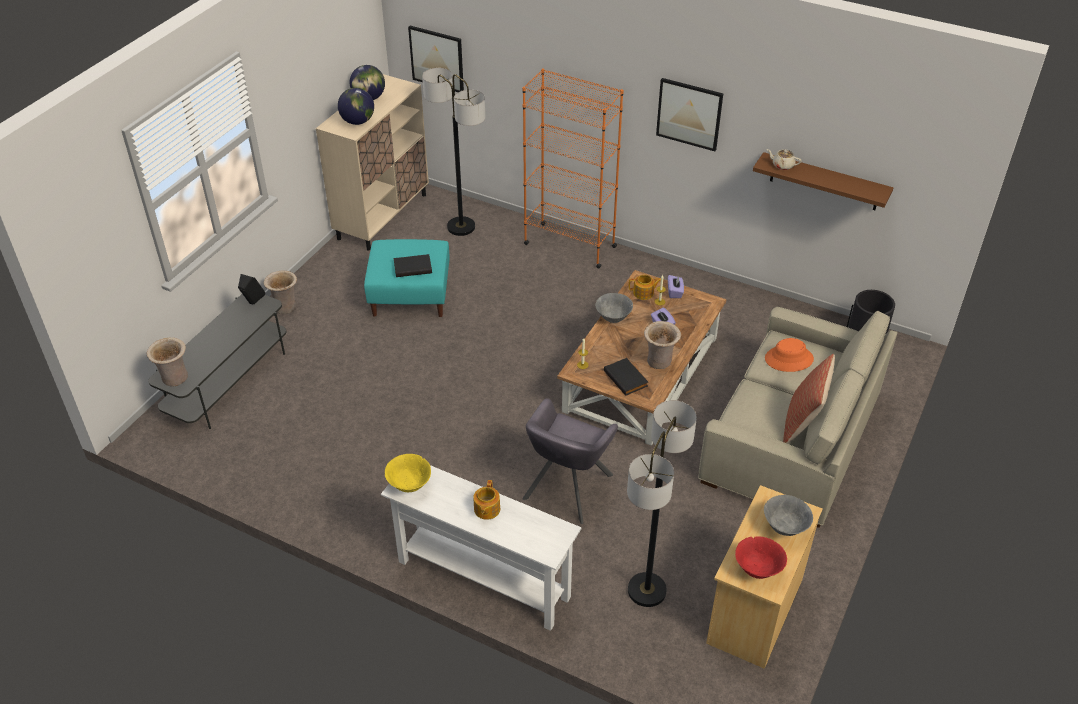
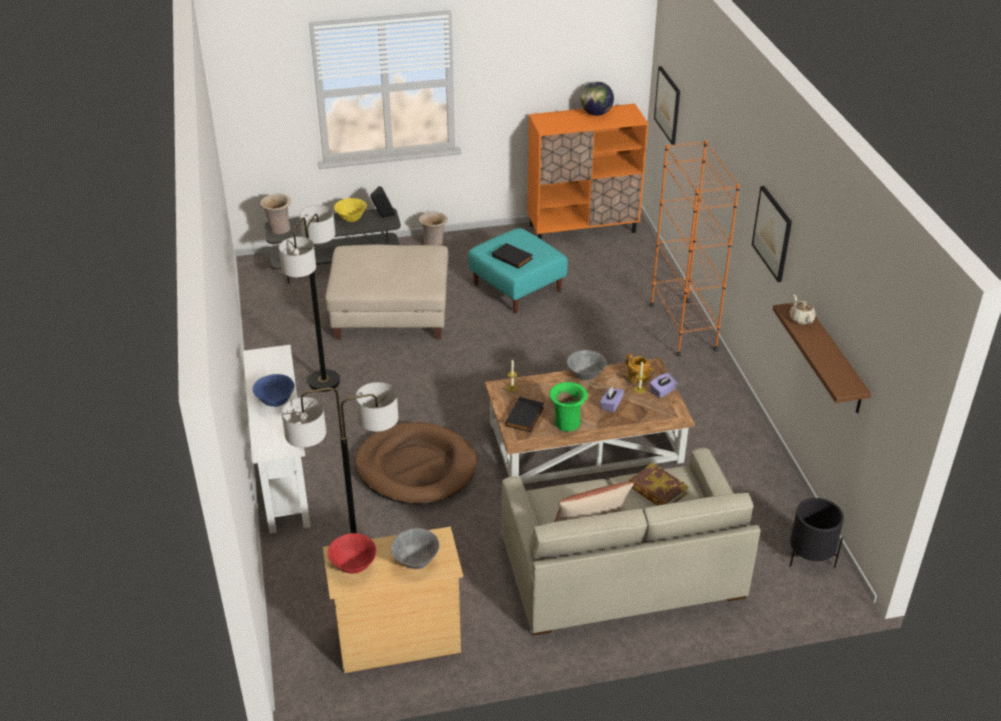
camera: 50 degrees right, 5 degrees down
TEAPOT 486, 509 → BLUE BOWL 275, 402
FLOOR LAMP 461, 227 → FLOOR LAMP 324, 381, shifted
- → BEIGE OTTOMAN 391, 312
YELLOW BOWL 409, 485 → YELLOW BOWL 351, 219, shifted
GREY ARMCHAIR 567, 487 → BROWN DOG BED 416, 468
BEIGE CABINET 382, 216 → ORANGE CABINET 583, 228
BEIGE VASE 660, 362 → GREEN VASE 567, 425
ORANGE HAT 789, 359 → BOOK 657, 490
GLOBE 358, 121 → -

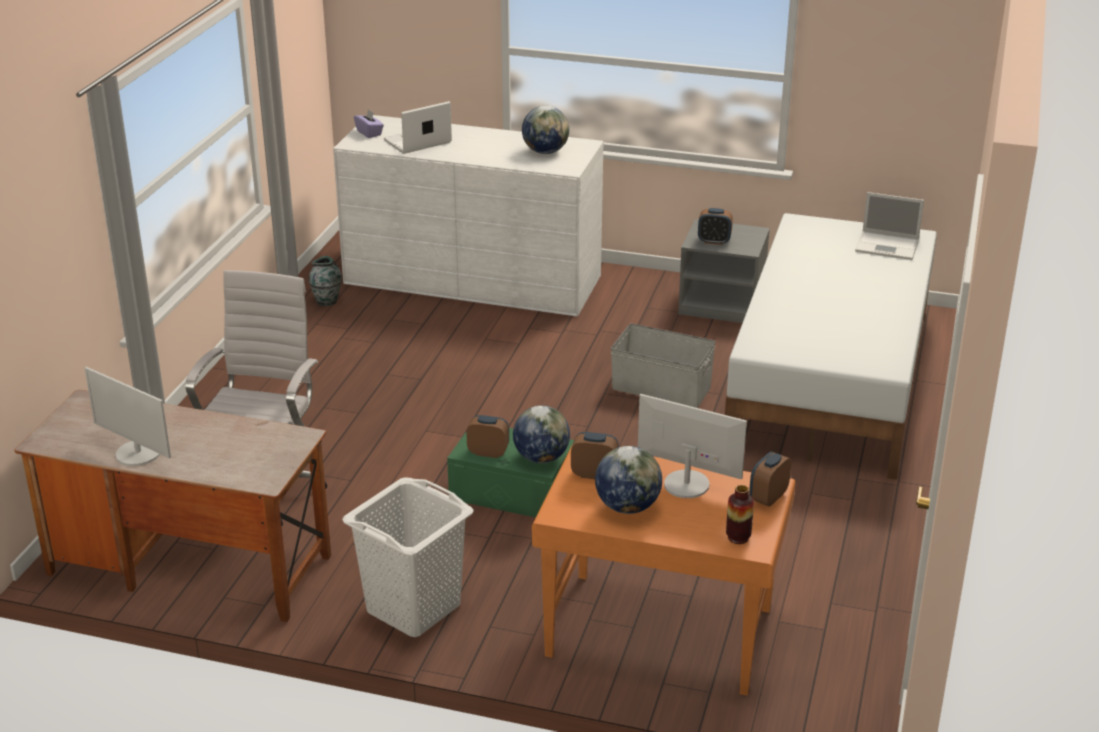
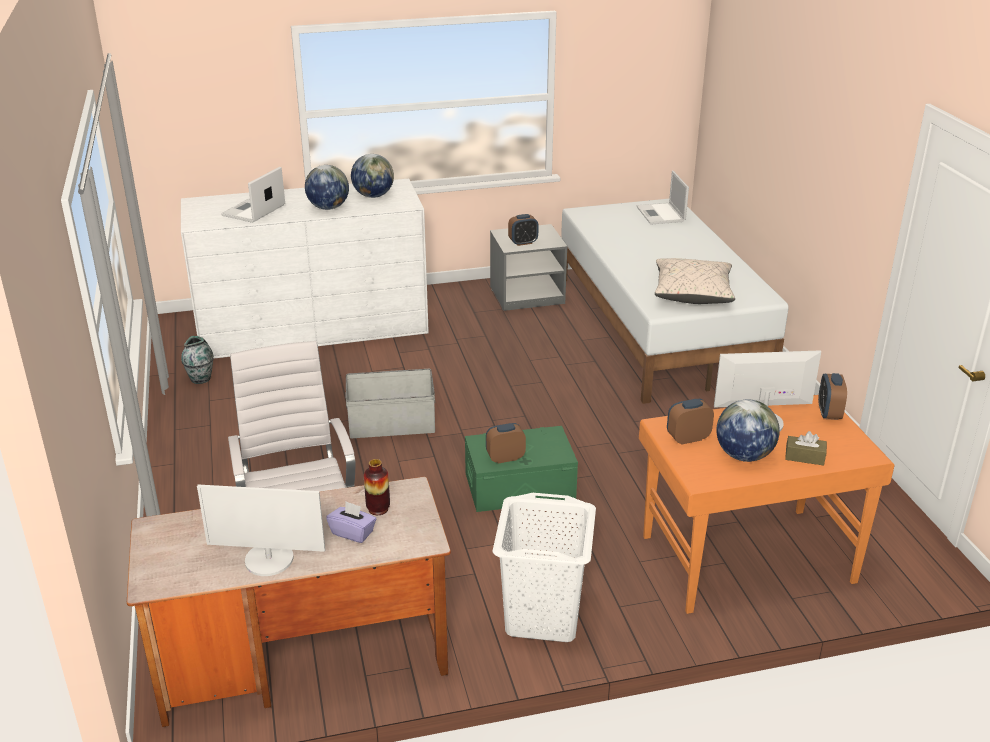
camera: 30 degrees left, 0 degrees up
GLOBE 541, 458 → GLOBE 328, 208, shifted
PURPLE TISSUE BOX 369, 133 → PURPLE TISSUE BOX 353, 533, shifted
GREY STORAGE BOX 661, 387 → GREY STORAGE BOX 391, 424, shifted
VASE 738, 537 → VASE 378, 509, shifted
LAPTOP 888, 246 → LAPTOP 661, 214, 90 degrees clockwise
- → BEIGE PILLOW 692, 293
- → BROWN TISSUE BOX 804, 457

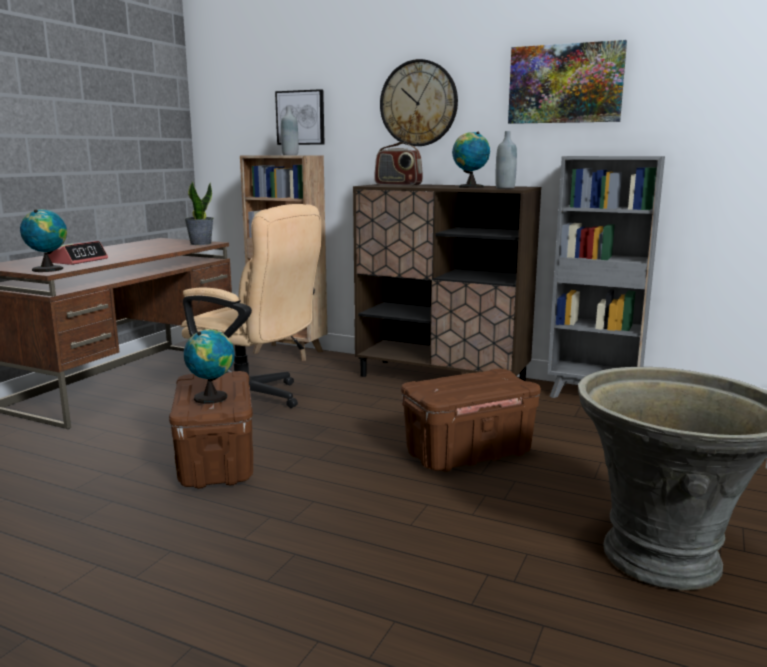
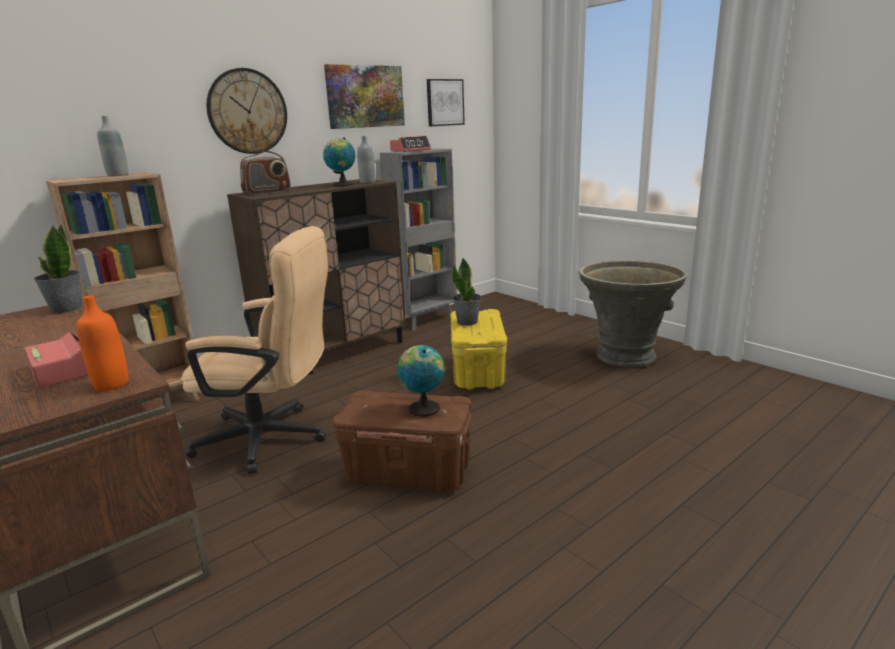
camera: 65 degrees left, 5 degrees up
GLOBE 48, 269 → ORANGE BOTTLE 111, 384
BEIGE OFFICE CHAIR 253, 399 → BEIGE OFFICE CHAIR 273, 439, 45 degrees clockwise
- → ALARM CLOCK 410, 150
PICTURE 301, 117 → PICTURE 444, 102, shifted
BROWN STORAGE BOX 467, 454 → YELLOW STORAGE BOX 478, 373
- → POTTED PLANT 467, 321

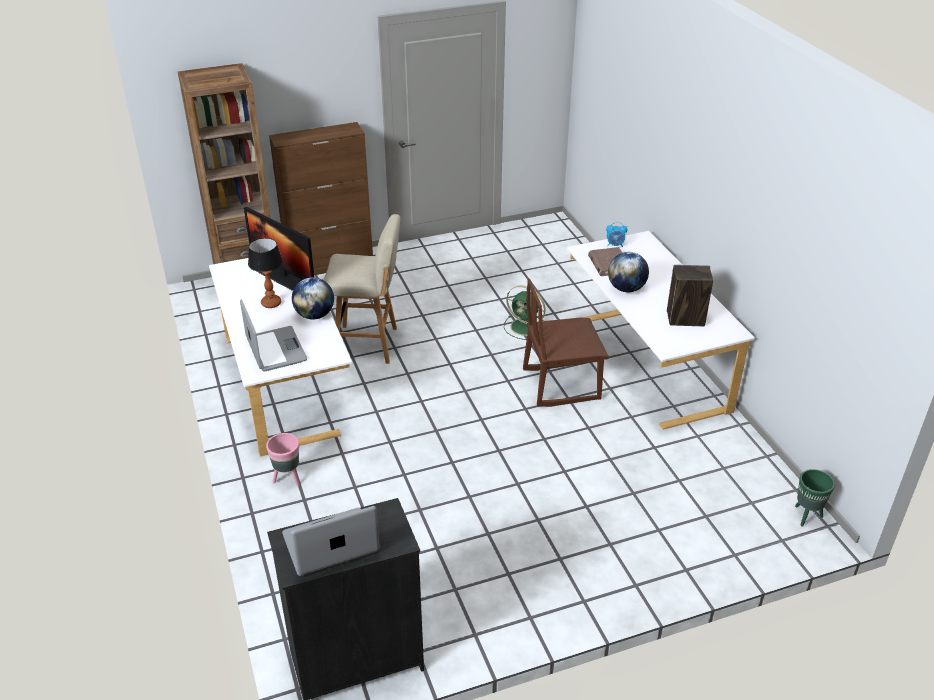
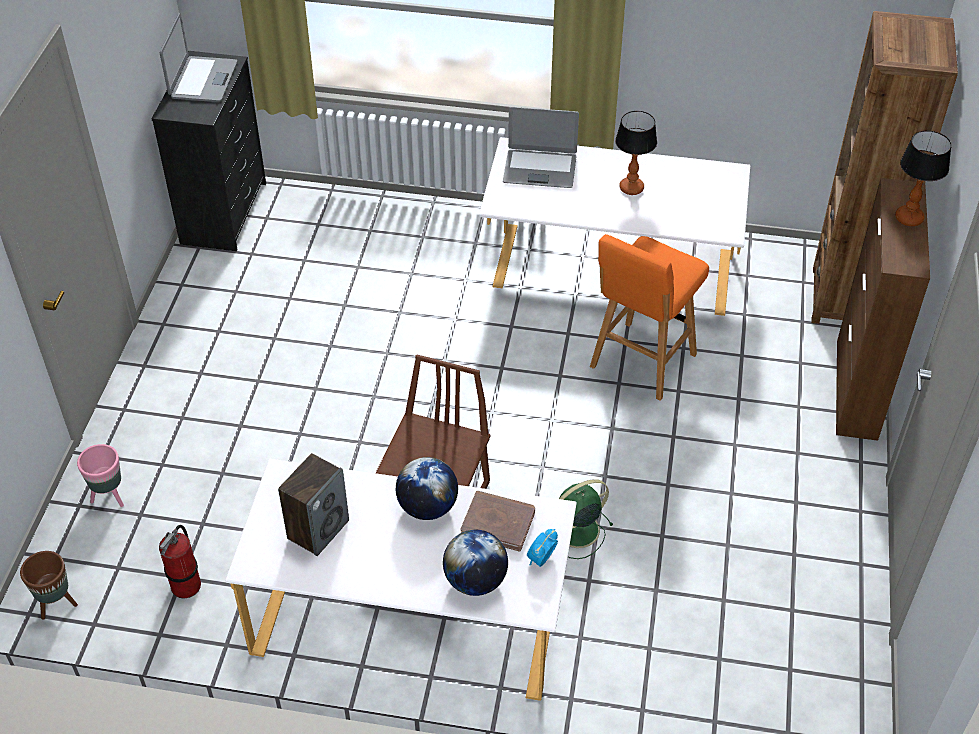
camera: 120 degrees right, 10 degrees up
GREEN PLANTER 806, 516 → BROWN PLANTER 56, 604
PINK PLANTER 287, 478 → PINK PLANTER 110, 497, shifted
- → FIRE EXTINGUISHER 186, 585
GLOBE 314, 315 → GLOBE 475, 581, shifted
BEIGE STOOL 368, 344 → ORANGE STOOL 641, 363
- → TABLE LAMP 909, 218
MONITOR 283, 276 → -

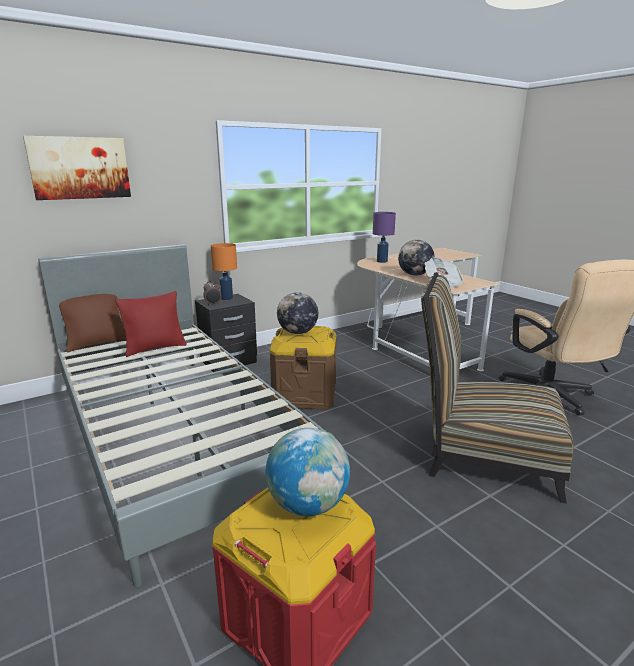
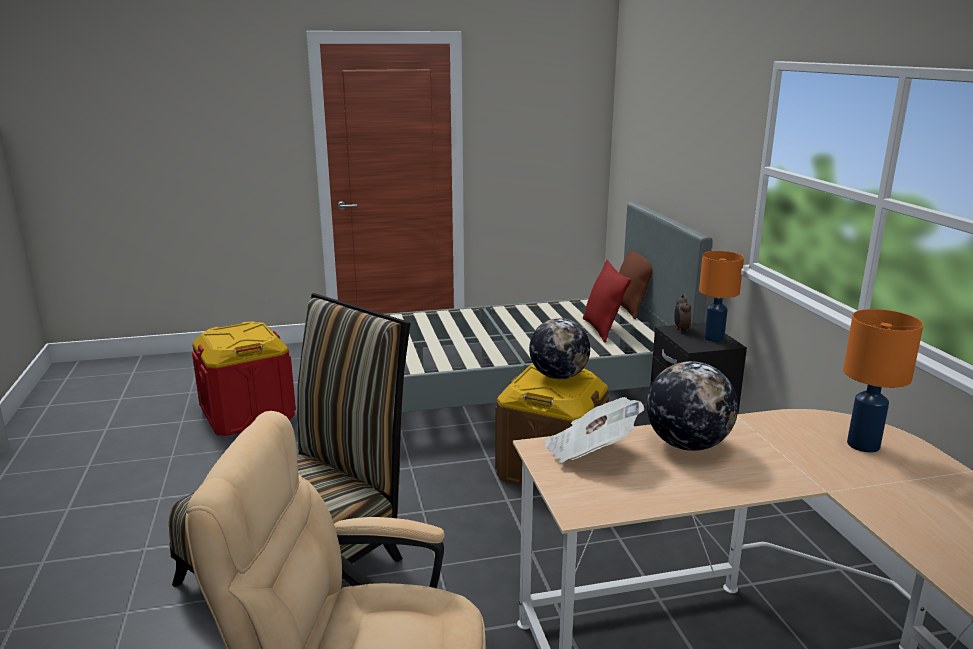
camera: 110 degrees right, 0 degrees up
PURPLE TABLE LAMP 382, 261 → ORANGE TABLE LAMP 862, 445
PICTURE 80, 168 → -
GLOBE 308, 505 → -

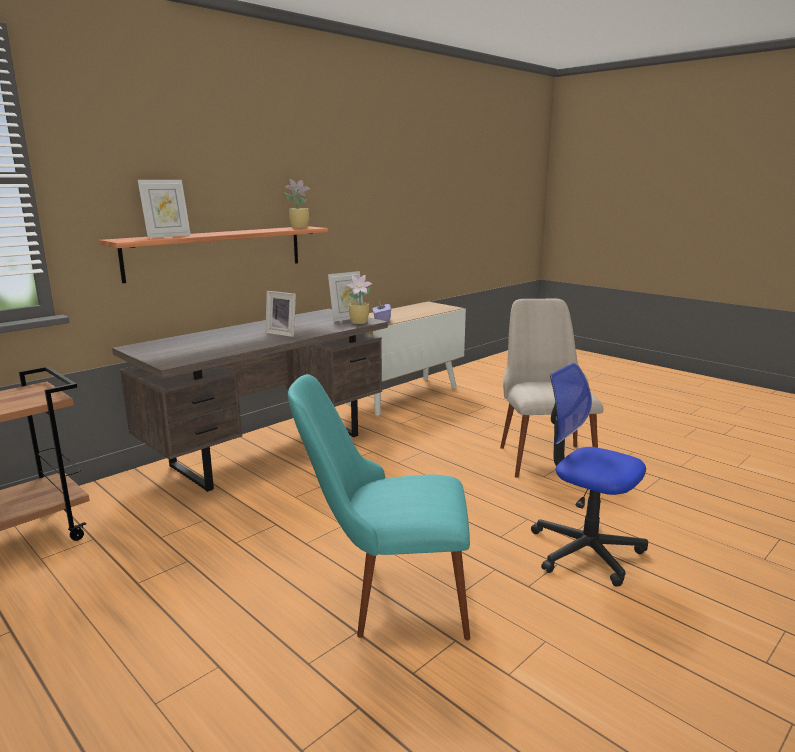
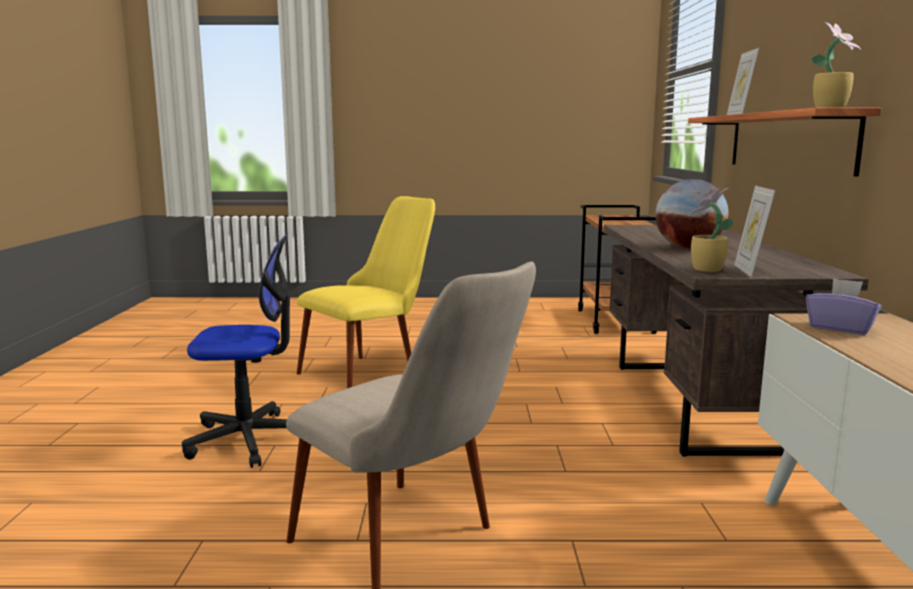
camera: 135 degrees right, 5 degrees down
TURQUOISE CHAIR 387, 596 → YELLOW CHAIR 372, 371
PICTURE FRAME 283, 333 → GLOBE 688, 248

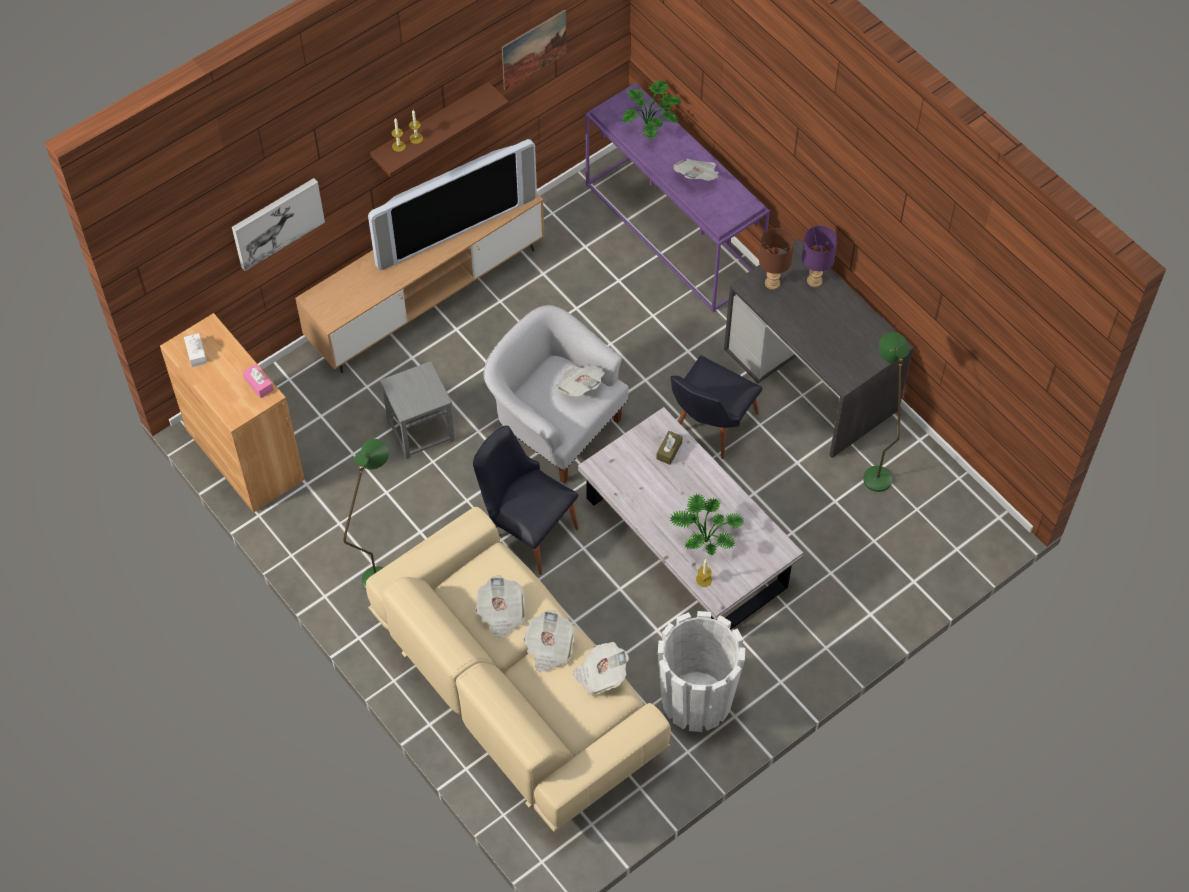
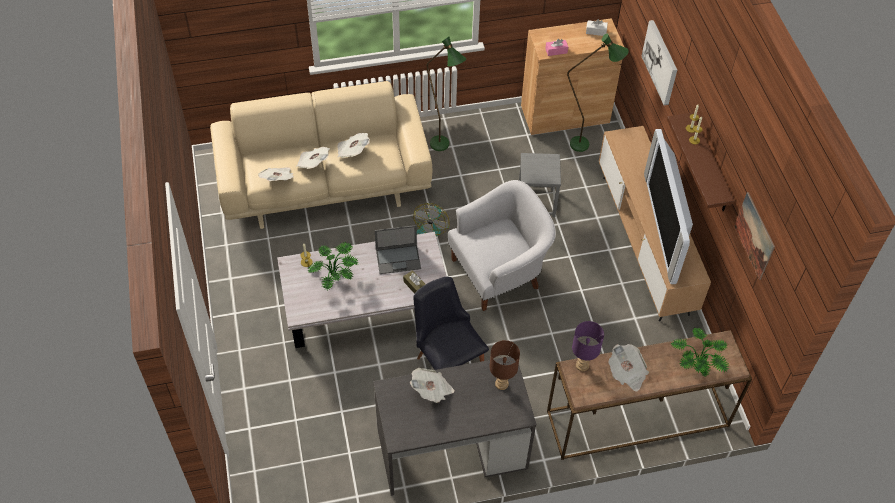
camera: 115 degrees right, 5 degrees down
- → LAPTOP 398, 258
NEWSPAPER 580, 386 → NEWSPAPER 432, 390, shifted
BLACK CHAIR 526, 528 → FAN 430, 227
PURPLE CONSOLE TABLE 674, 232 → BROWN CONSOLE TABLE 636, 420
GREEN FLOOR LAMP 874, 470 → GREEN FLOOR LAMP 586, 146, shifted
PURPLE TABLE LAMP 814, 280 → PURPLE TABLE LAMP 582, 365, shifted
WHITE PLANTER 696, 699 → -

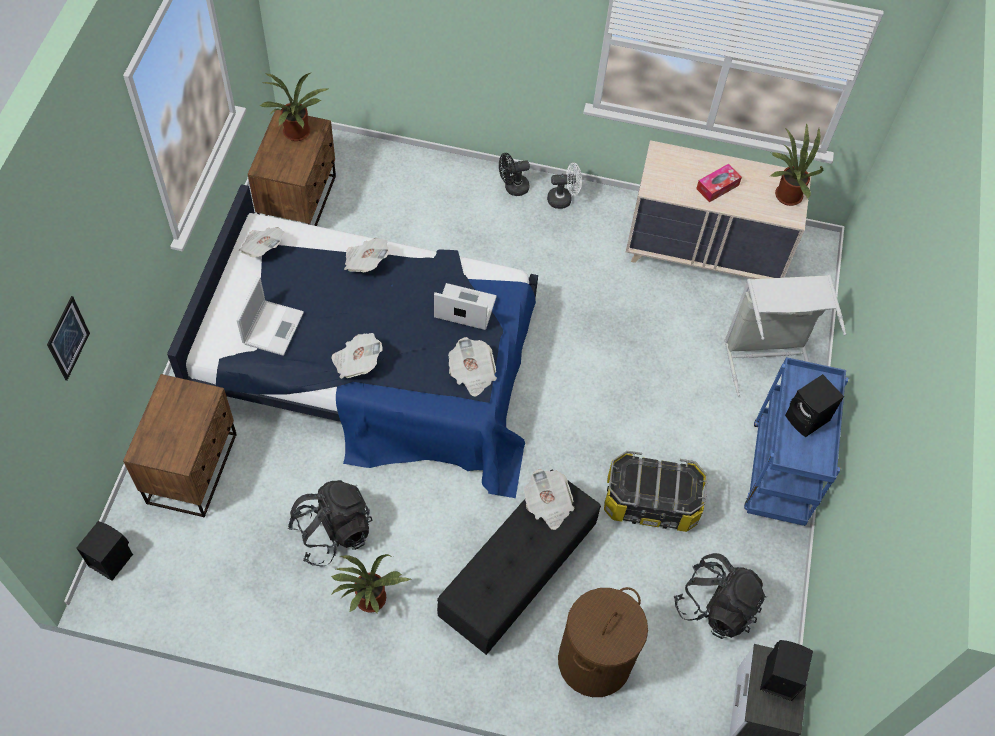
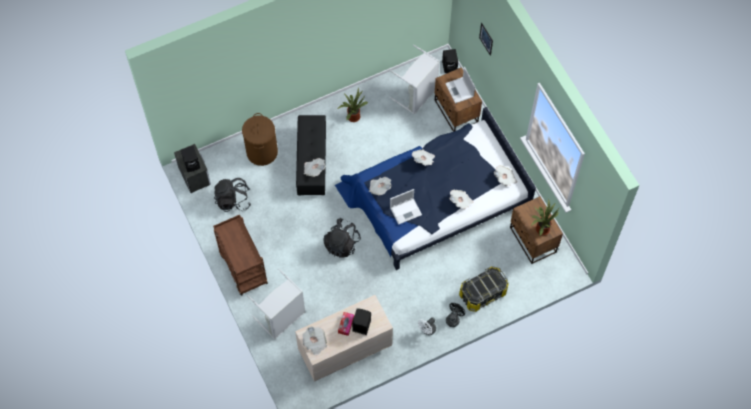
camera: 145 degrees right, 5 degrees up
BLUE CART 779, 475 → BROWN CART 242, 268
POTTED PLANT 785, 195 → NEWSPAPER 315, 343
BLACK BACKPACK 332, 532 → BLACK BACKPACK 342, 244, shifted
BLACK SPEAKER 807, 419 → BLACK SPEAKER 361, 325, shifted
- → GREY LAUNDRY BASKET 417, 96
LAPTOP 273, 327 → LAPTOP 459, 90, shifted
STORAGE BOX 650, 503 → STORAGE BOX 482, 293, shifted

